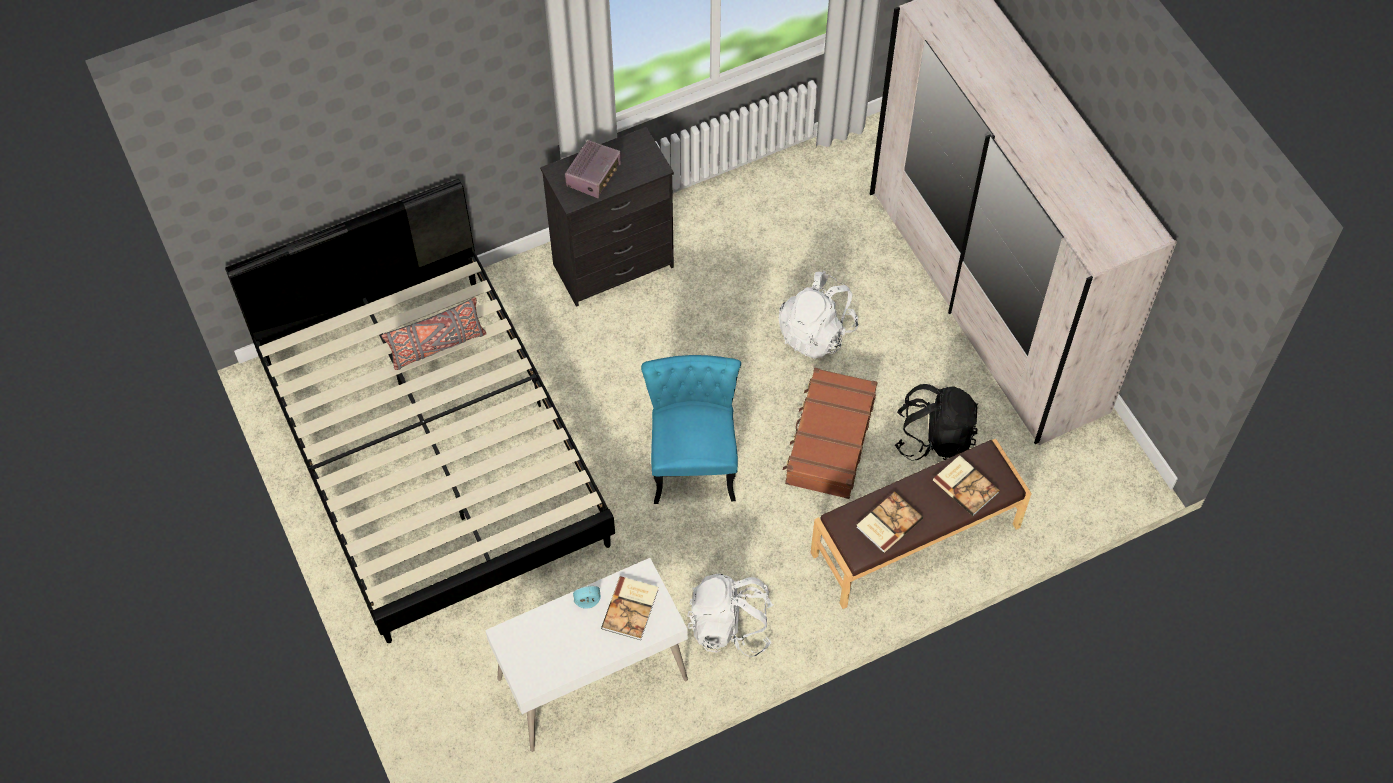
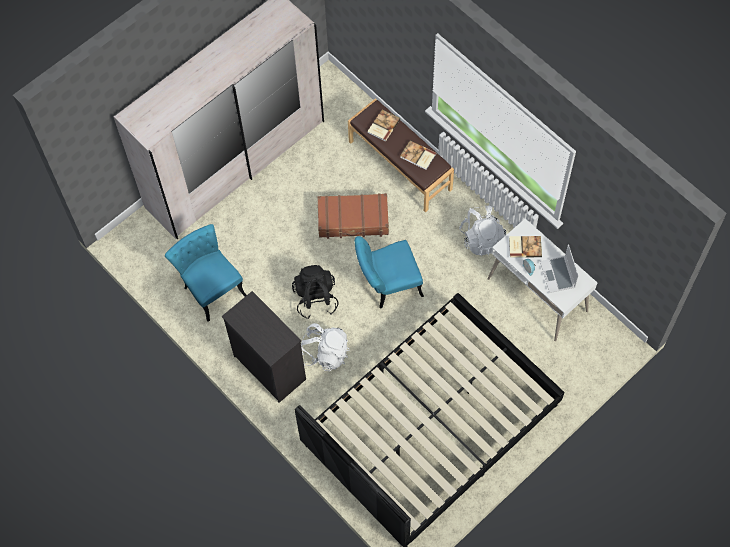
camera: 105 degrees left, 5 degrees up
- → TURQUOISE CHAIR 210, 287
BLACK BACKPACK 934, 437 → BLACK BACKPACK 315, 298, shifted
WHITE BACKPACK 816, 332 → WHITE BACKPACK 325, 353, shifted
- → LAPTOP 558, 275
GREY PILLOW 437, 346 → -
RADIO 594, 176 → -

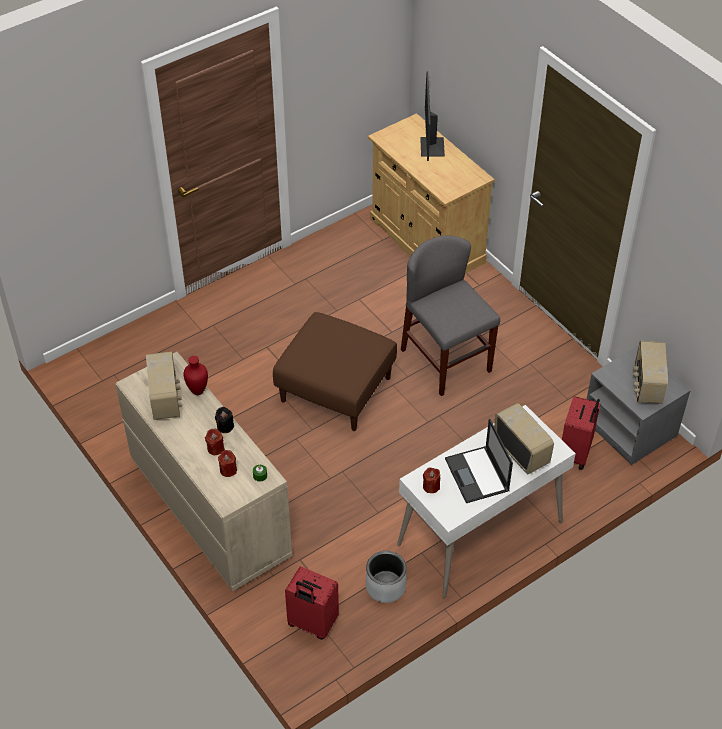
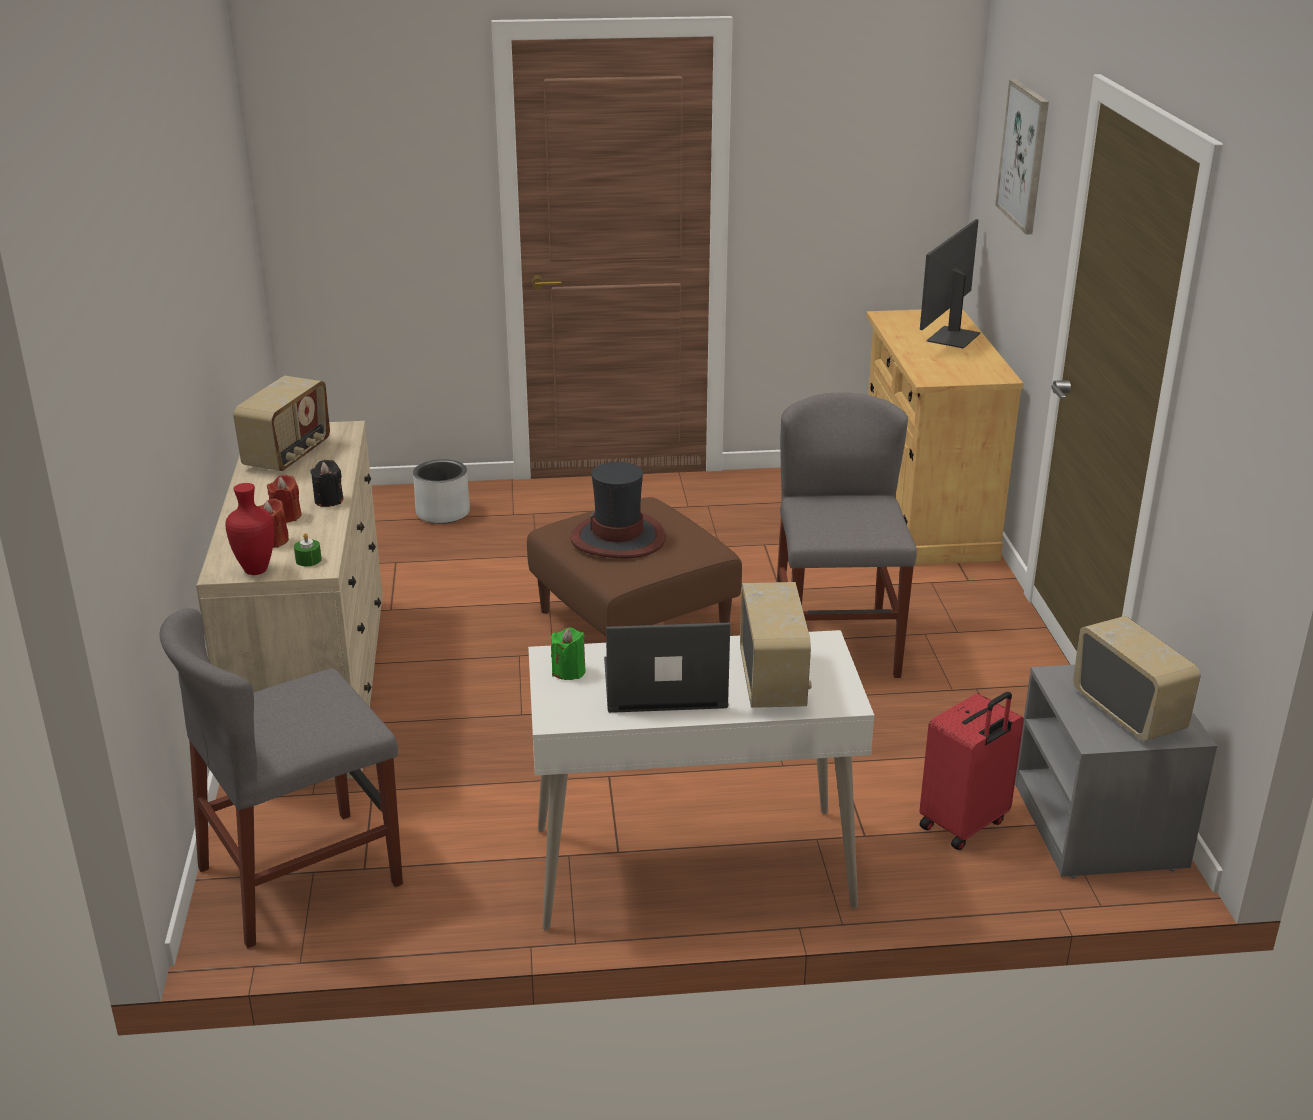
camera: 30 degrees right, 20 degrees down
RED SUITCASE 312, 623 → GREY CHAIR 300, 876
RED VASE 198, 390 → RED VASE 257, 570, shifted
GREY PLANTER 385, 587 → GREY PLANTER 442, 513, shifted
RED CANDLE 431, 486 → GREEN CANDLE 568, 671
- → HAT 618, 538
LAPTOP 477, 475 → LAPTOP 662, 684, 75 degrees clockwise
- → PICTURE 1024, 156
RADIO 647, 385 → RADIO 1129, 712, 120 degrees clockwise

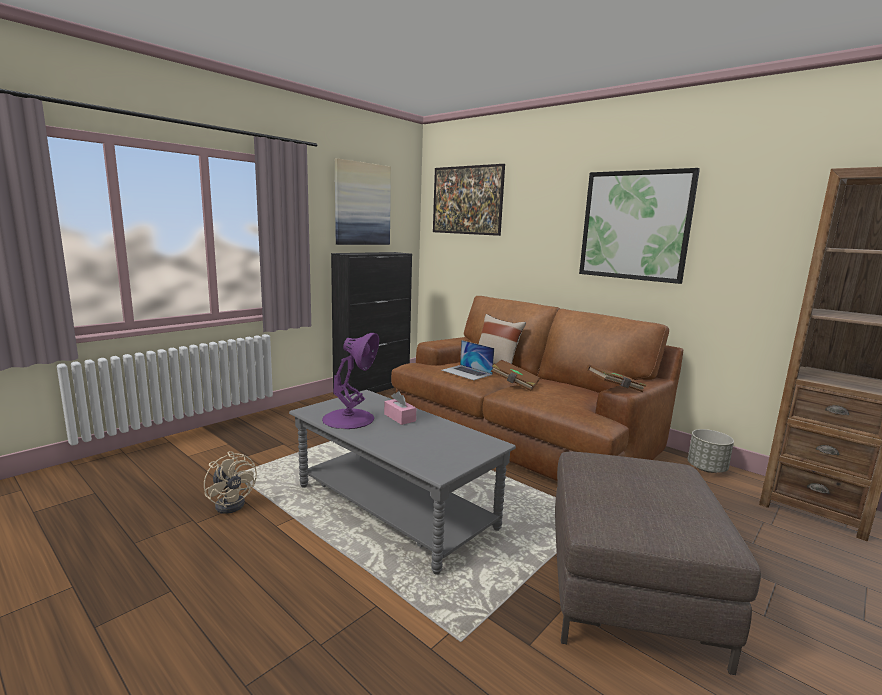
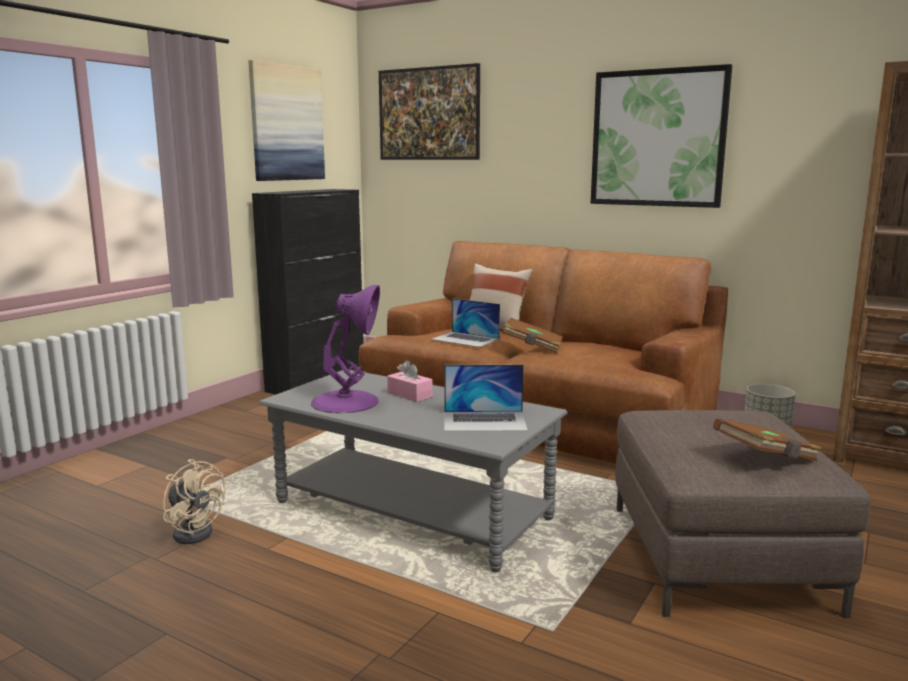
camera: 10 degrees left, 0 degrees up
- → LAPTOP 485, 421
BROWN BOOK 614, 388 → BROWN BOOK 766, 458, shifted

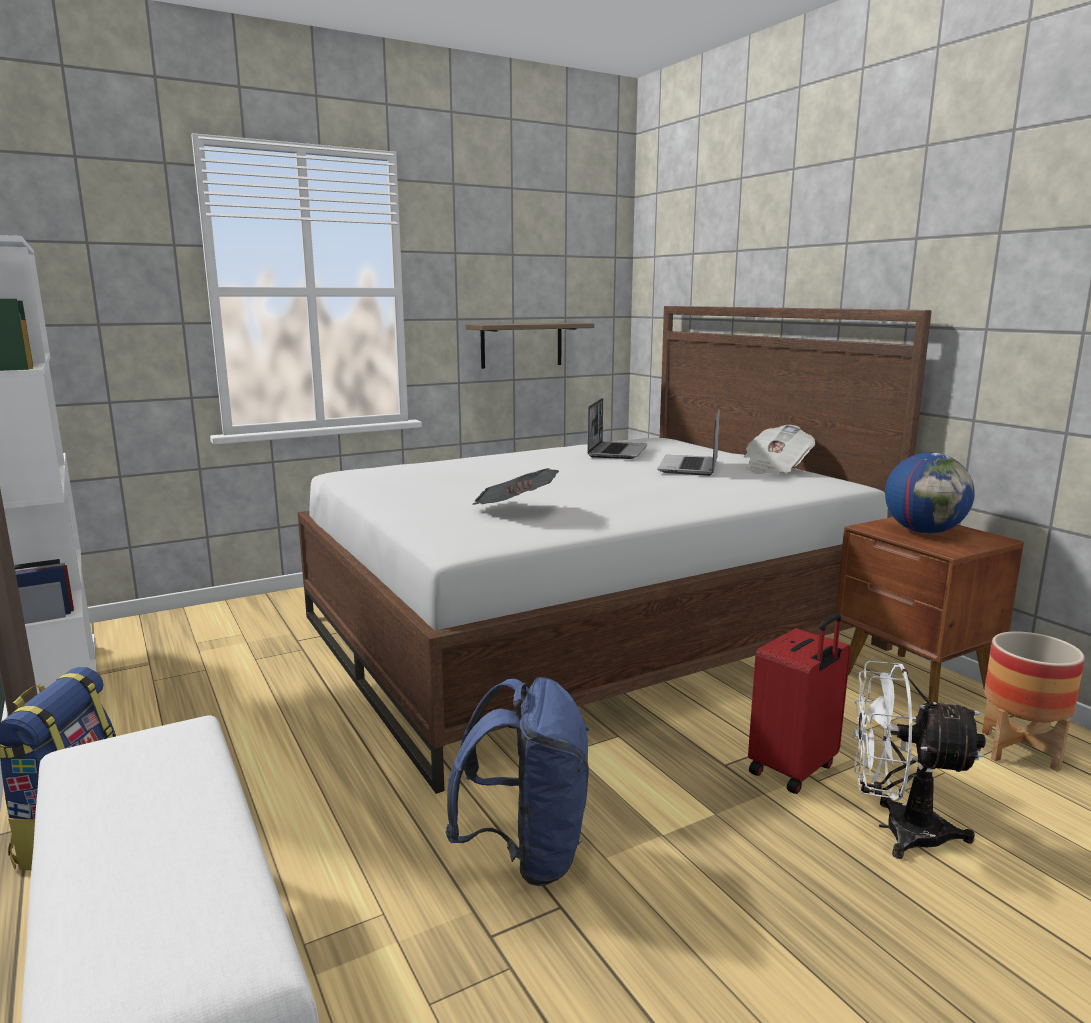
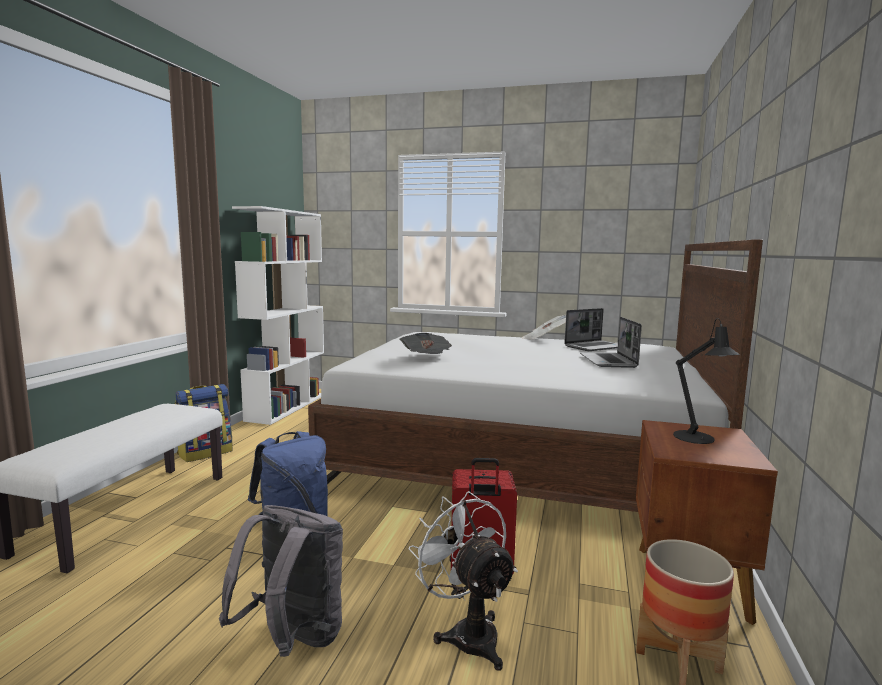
camera: 45 degrees right, 5 degrees down
- → GREY BACKPACK 292, 640
NEWSPAPER 774, 469 → NEWSPAPER 544, 339, shifted
LAPTOP 689, 467 → LAPTOP 609, 361, 60 degrees counterclockwise
GLOBE 924, 531 → BLACK TABLE LAMP 697, 439
SHELF 521, 345 → -

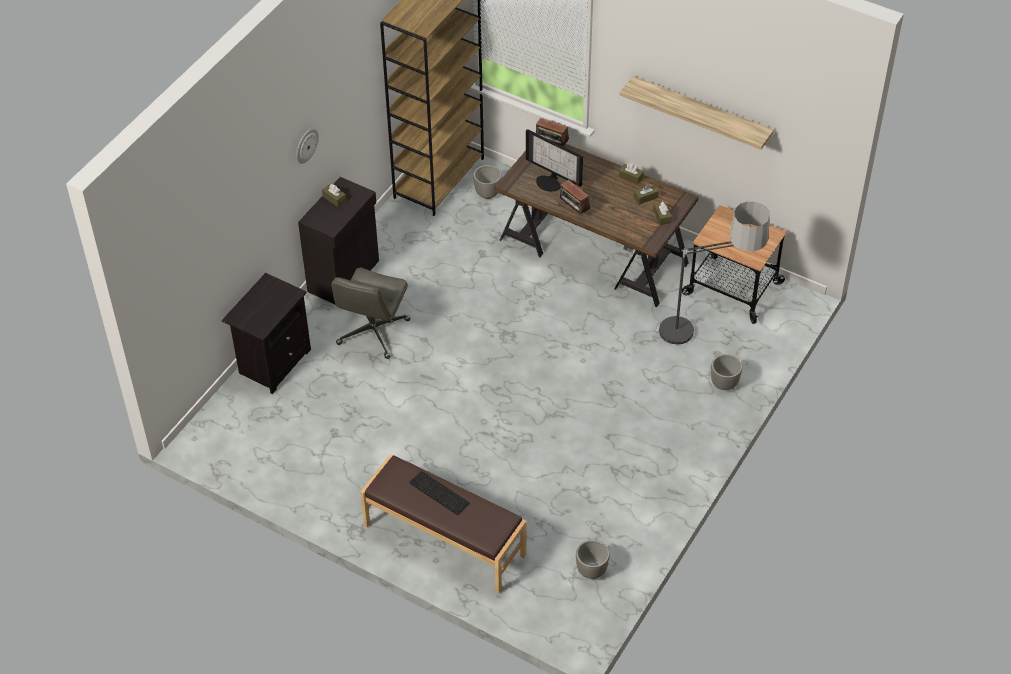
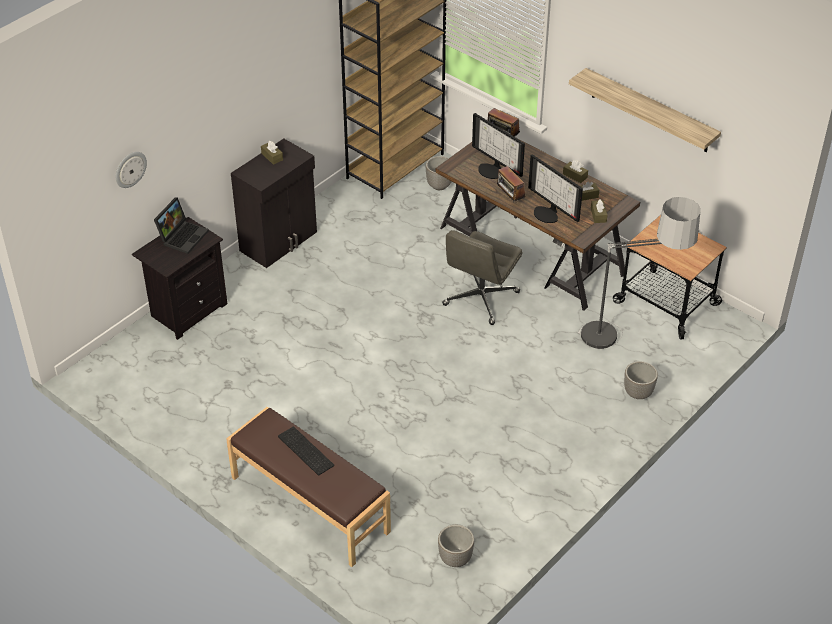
camera: 10 degrees right, 5 degrees down
WALL CLOCK 306, 145 → WALL CLOCK 130, 169, shifted
- → LAPTOP 182, 236
GREY OFFICE CHAIR 373, 333 → GREY OFFICE CHAIR 481, 299, shifted
- → MONITOR 548, 213

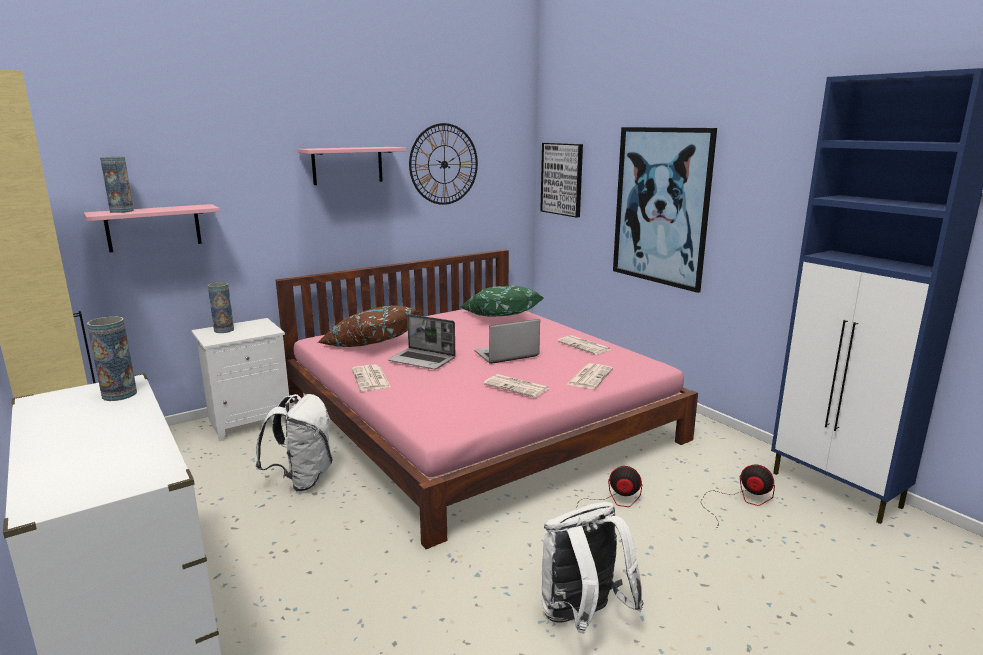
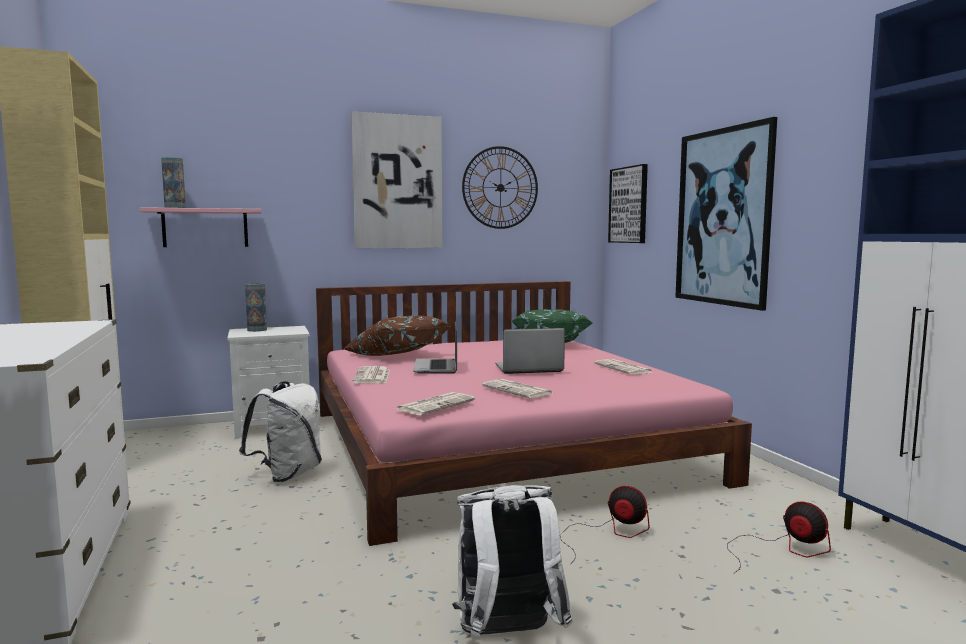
camera: 15 degrees right, 10 degrees down
PINK SHELF 347, 165 → PICTURE 397, 182
NEWSPAPER 590, 376 → NEWSPAPER 436, 405, shifted
LAPTOP 423, 360 → LAPTOP 437, 367, 45 degrees clockwise
VASE 119, 394 → -

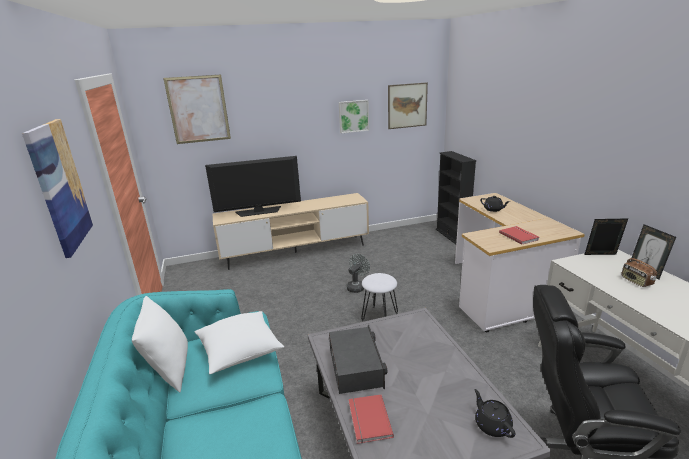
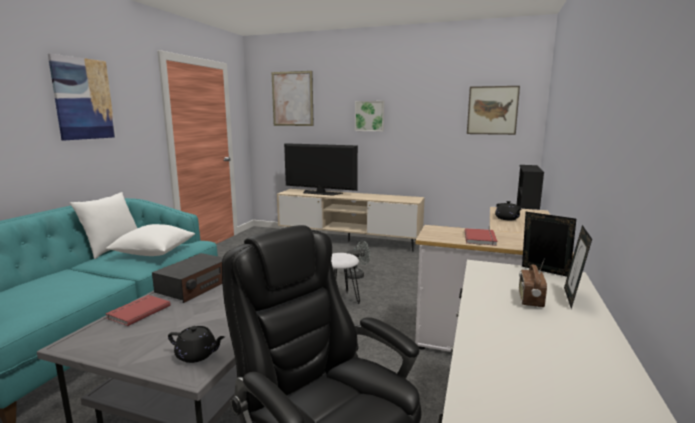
camera: 35 degrees right, 10 degrees down
BLACK TEAPOT 492, 425 → BLACK TEAPOT 197, 355, 90 degrees clockwise
PICTURE 353, 116 → PICTURE 369, 116, shifted

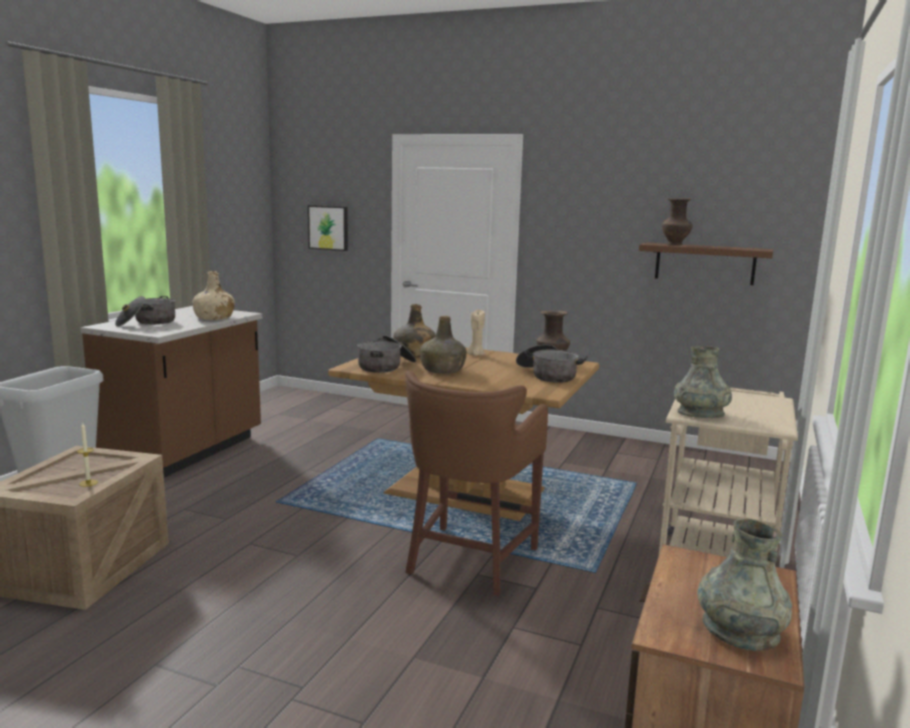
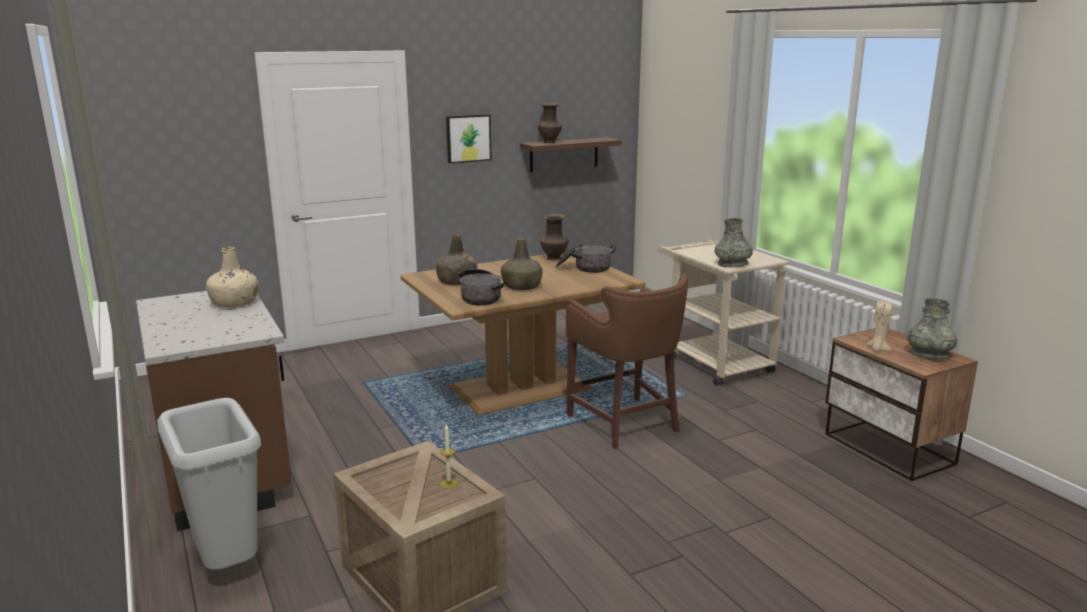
camera: 50 degrees left, 5 degrees up
PICTURE 328, 227 → PICTURE 468, 138, shifted
BEIGE CANDLE 475, 354 → BEIGE CANDLE 877, 350, shifted
COOKING POT 147, 323 → -

